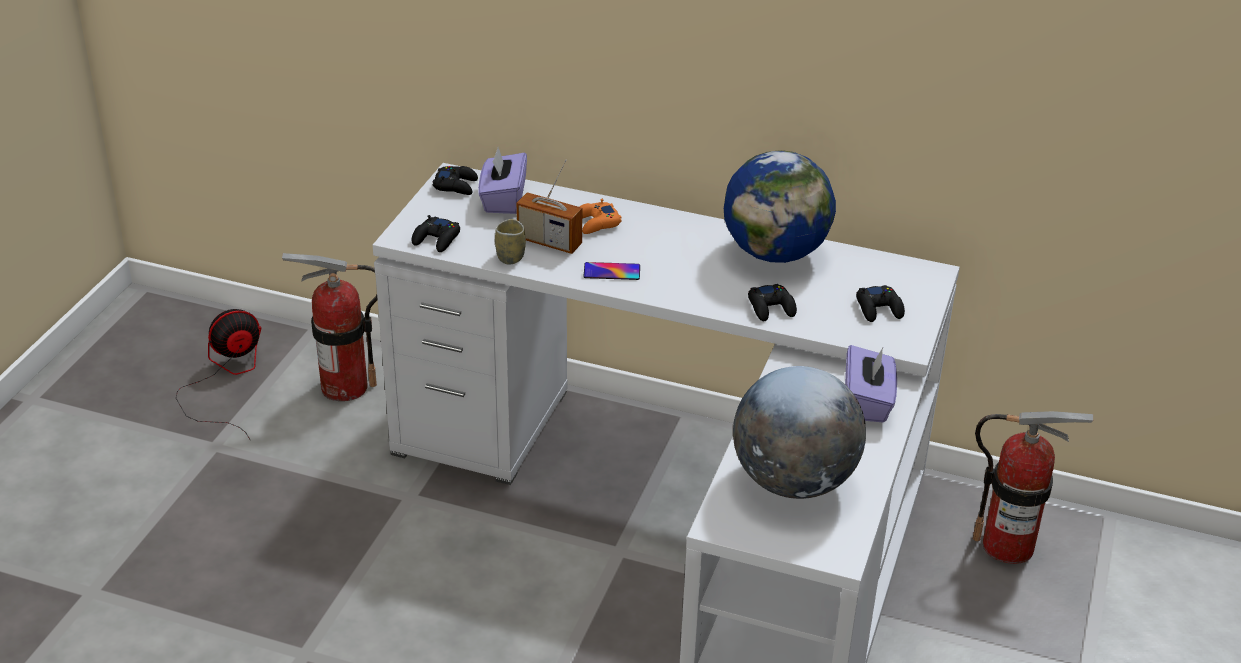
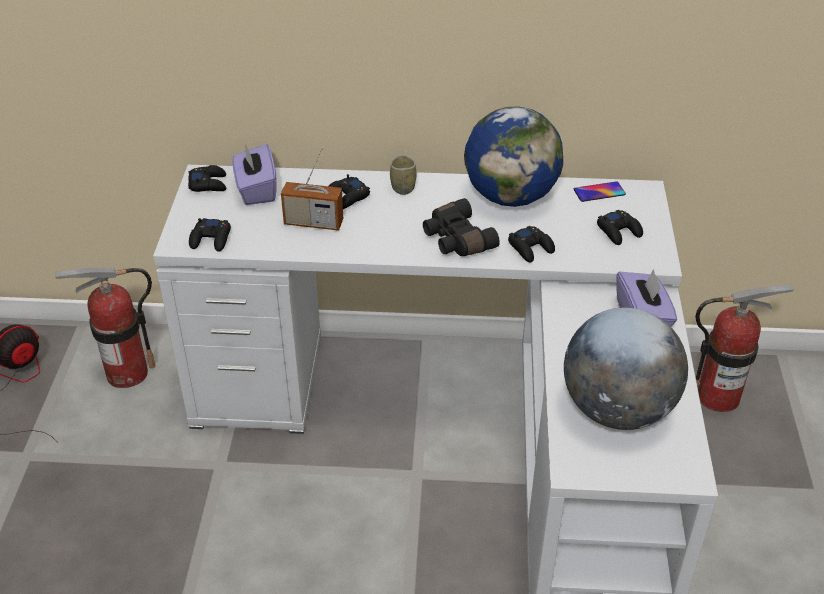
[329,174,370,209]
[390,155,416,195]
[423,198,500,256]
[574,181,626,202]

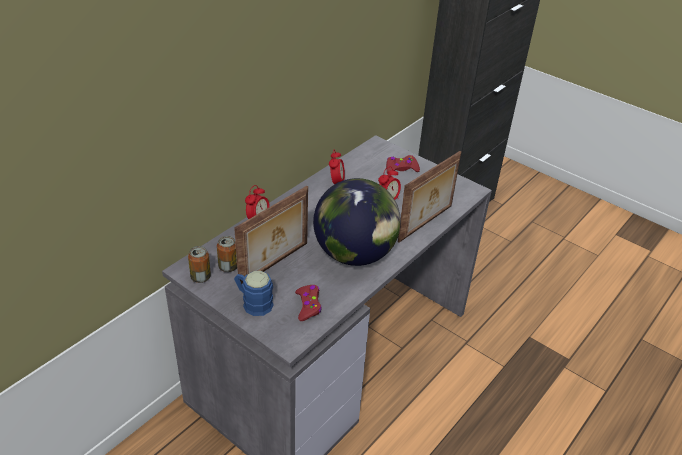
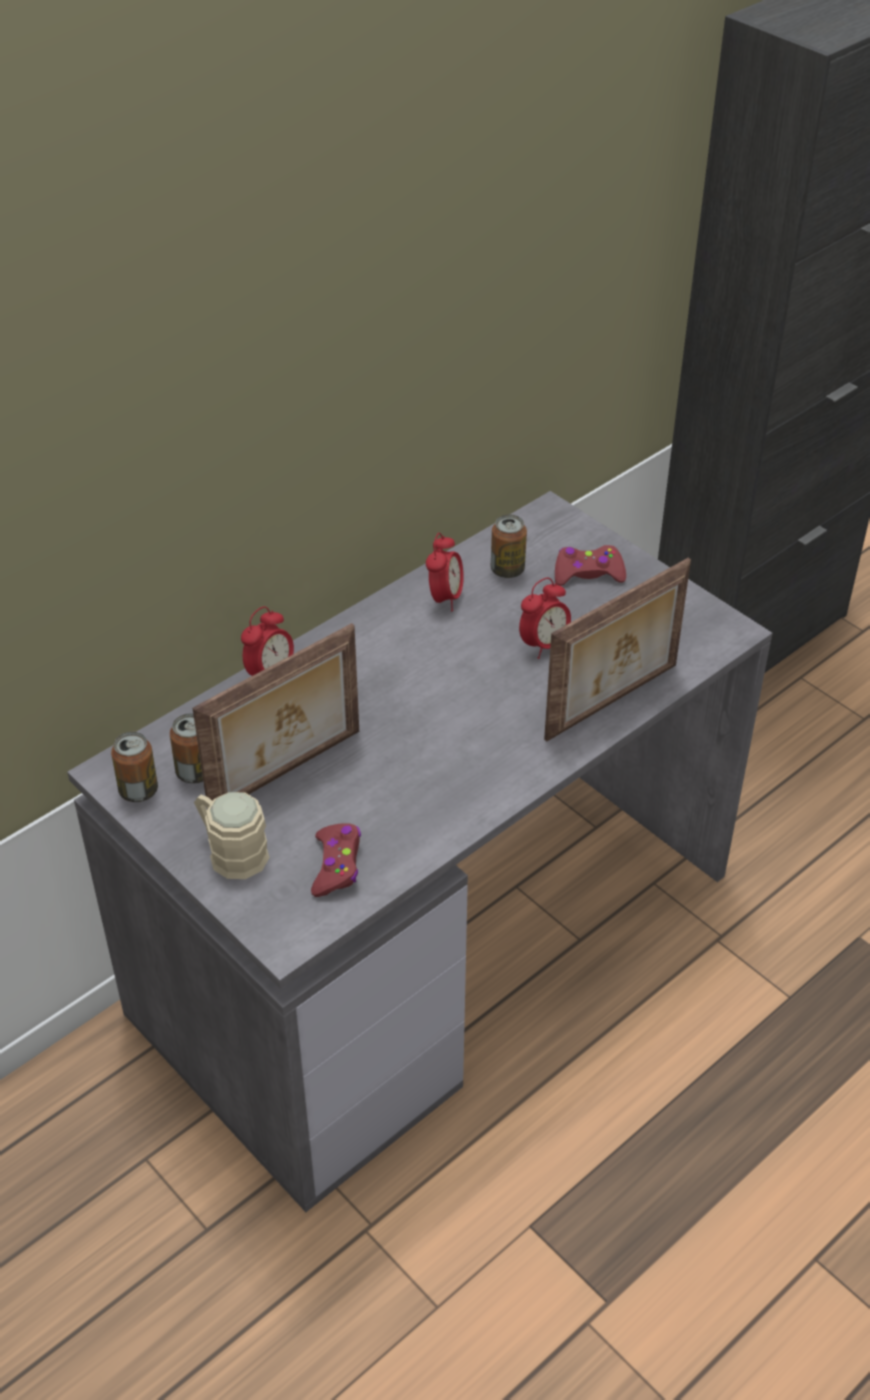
[194,792,270,879]
[491,514,527,578]
[313,178,401,266] (first image)

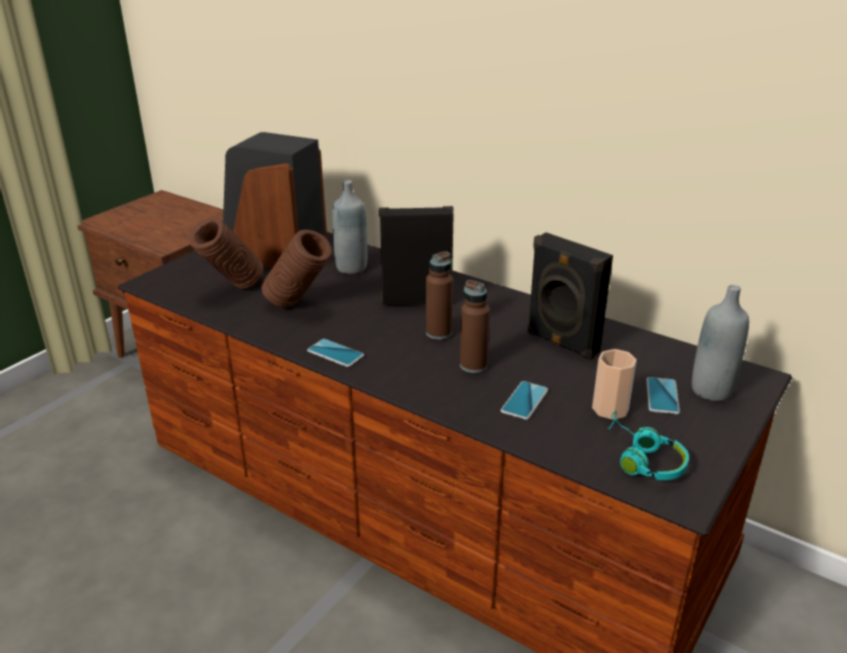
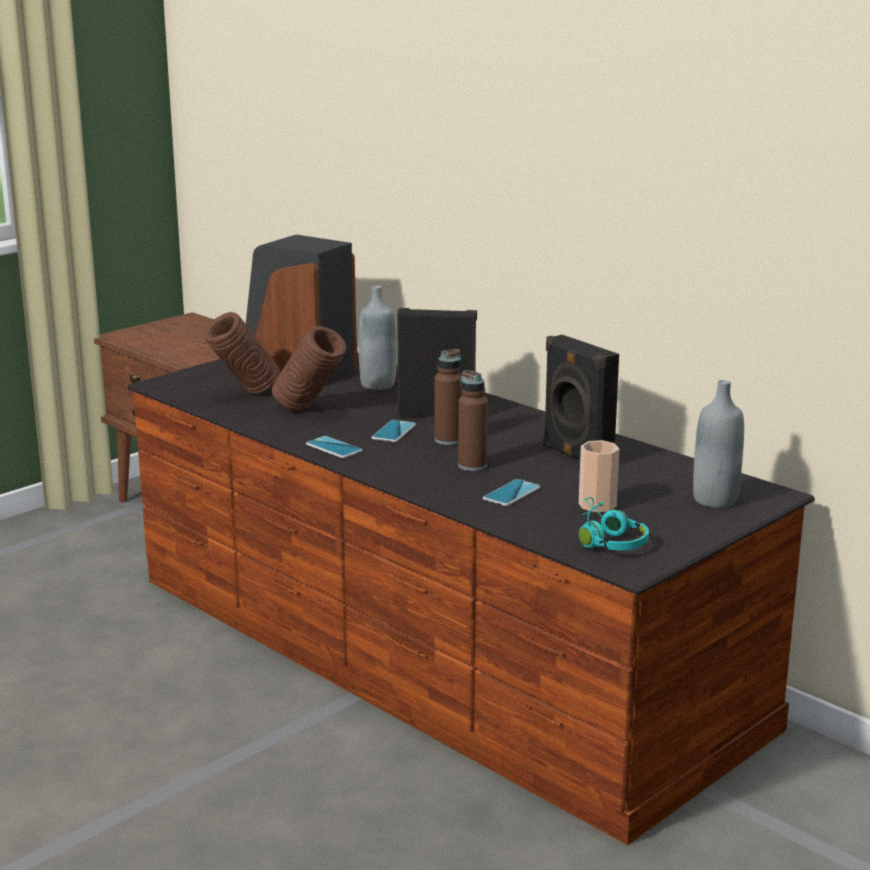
[371,420,416,442]

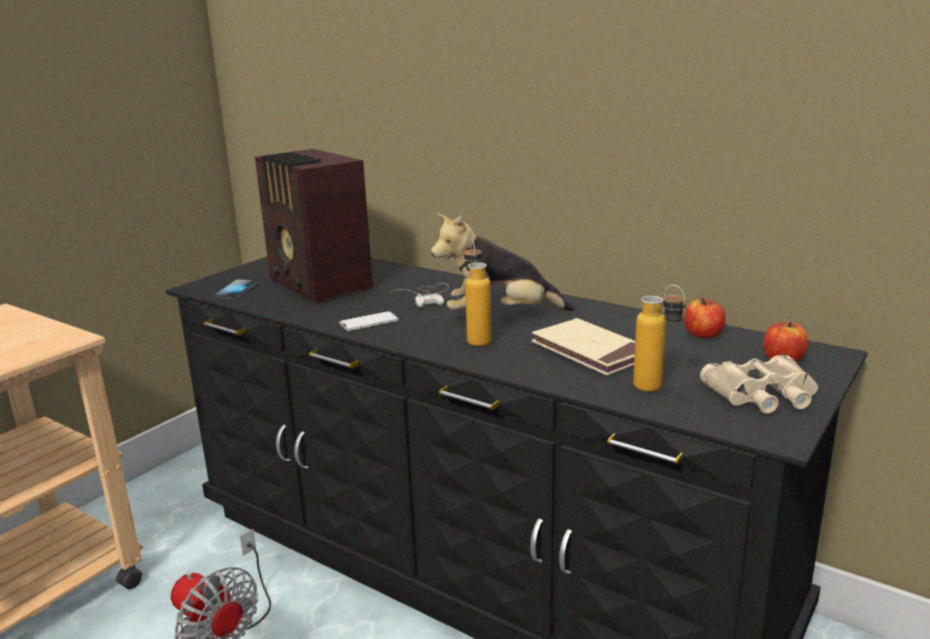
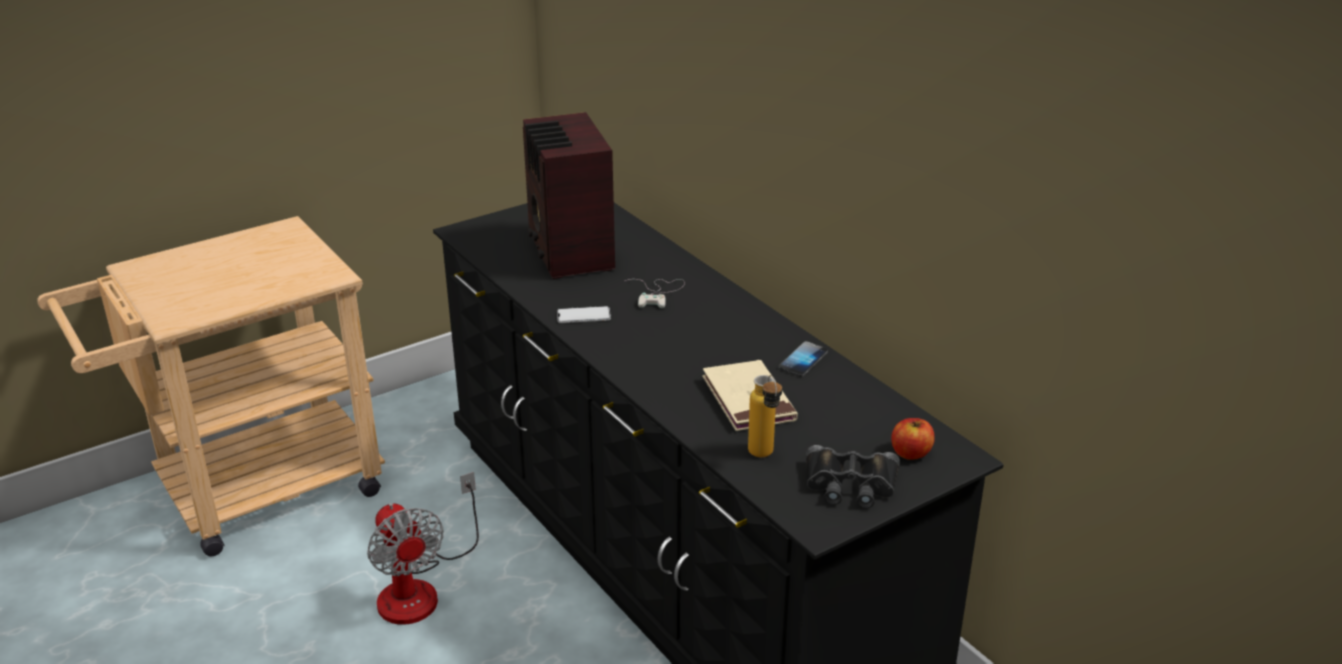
[778,341,828,377]
[806,445,900,508]
[431,213,575,311] (first image)
[464,240,492,346] (first image)
[684,298,726,338] (first image)

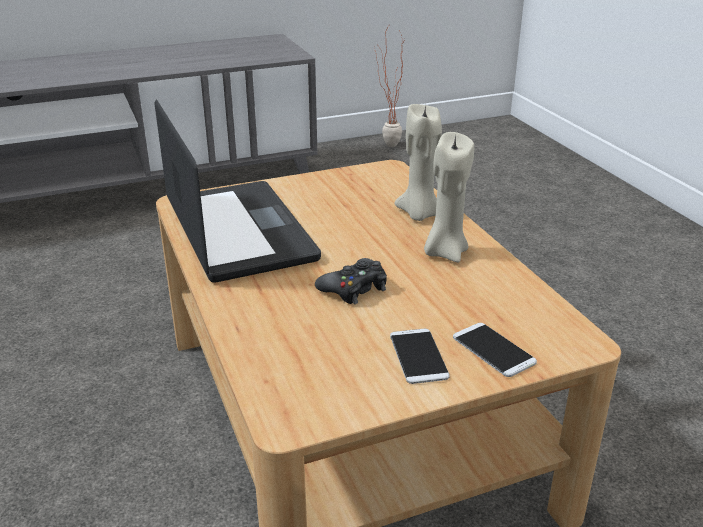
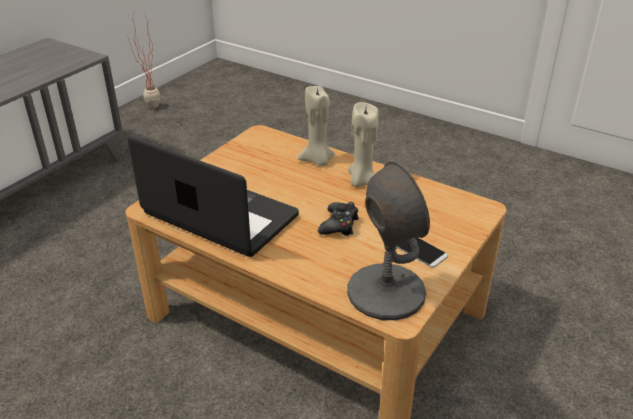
[347,161,430,320]
[453,323,537,377] (first image)

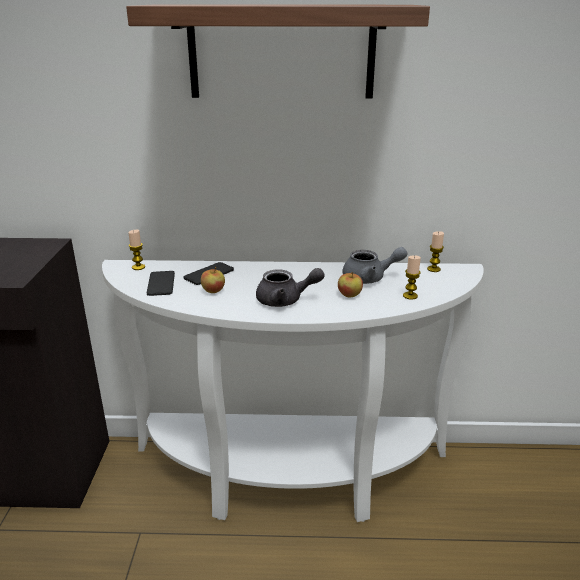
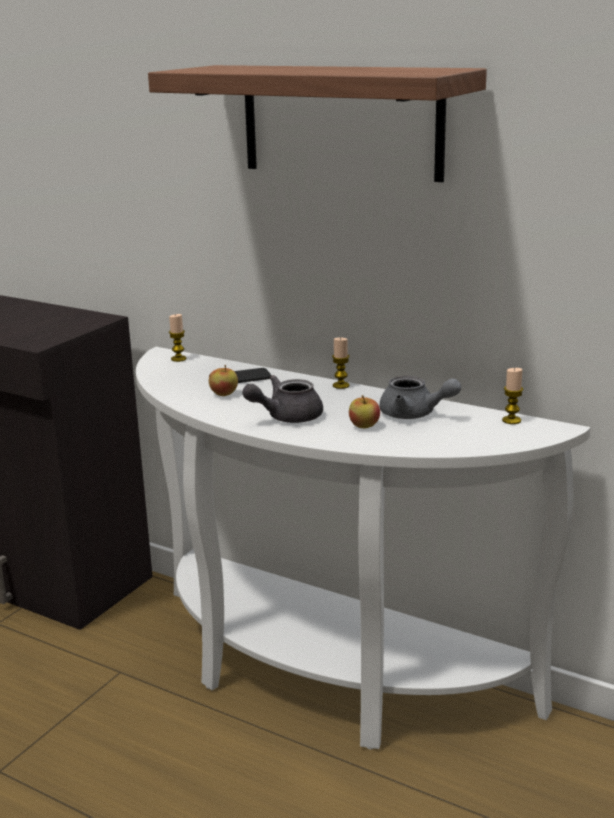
[242,375,323,423]
[332,337,349,389]
[147,271,175,296] (first image)

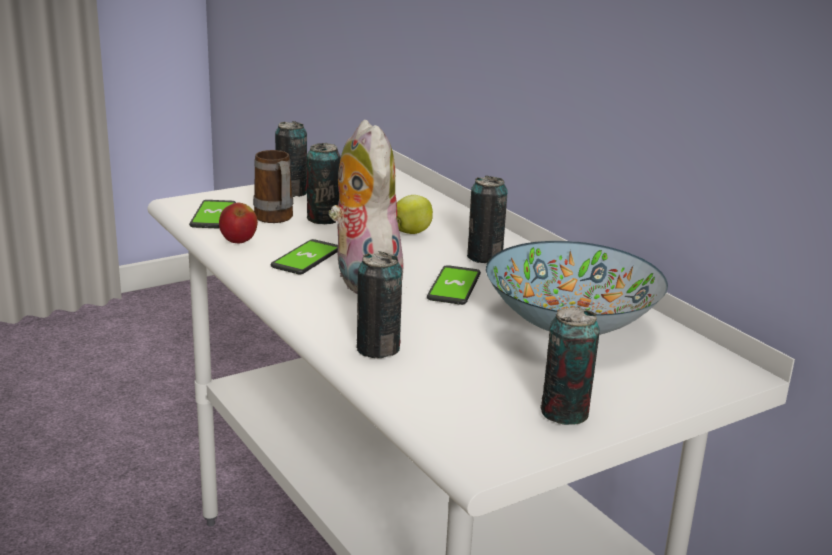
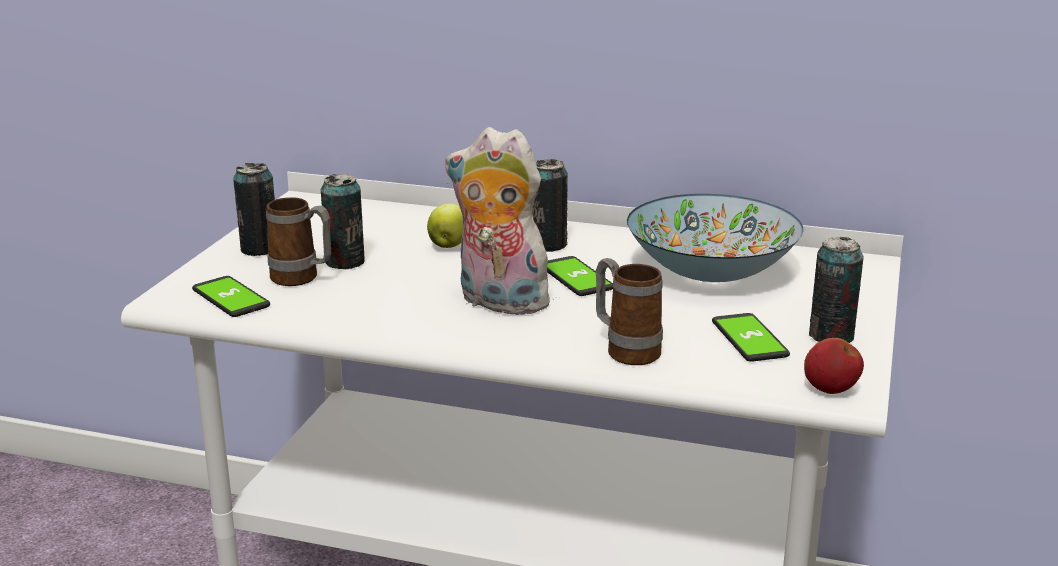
[596,258,663,365]
[712,313,790,362]
[804,338,864,394]

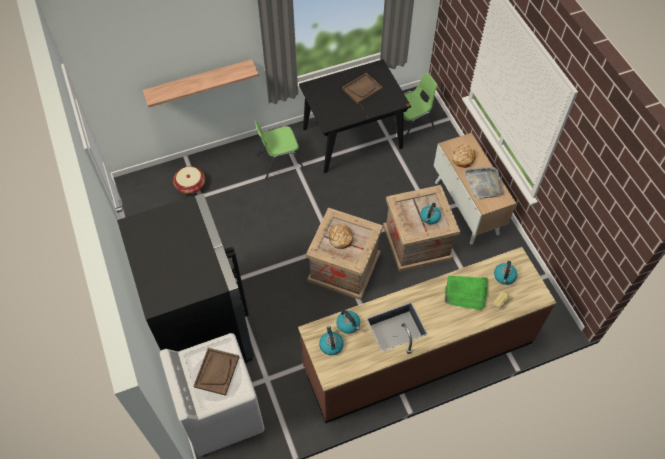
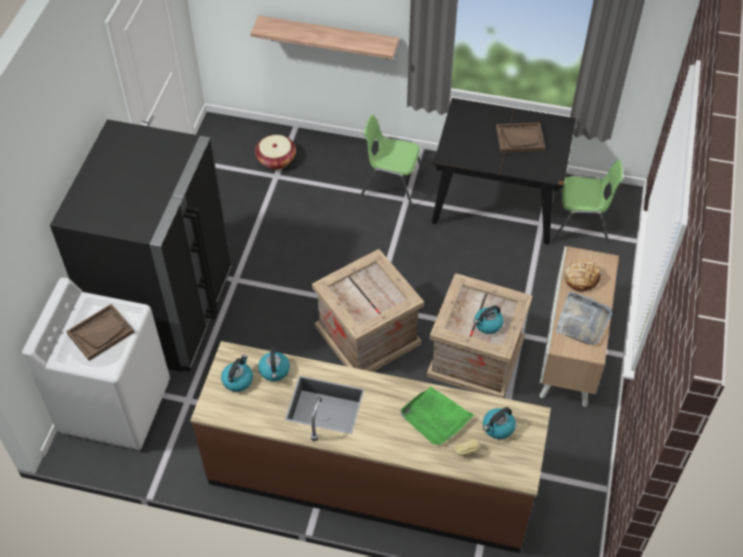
[328,224,353,249] (first image)

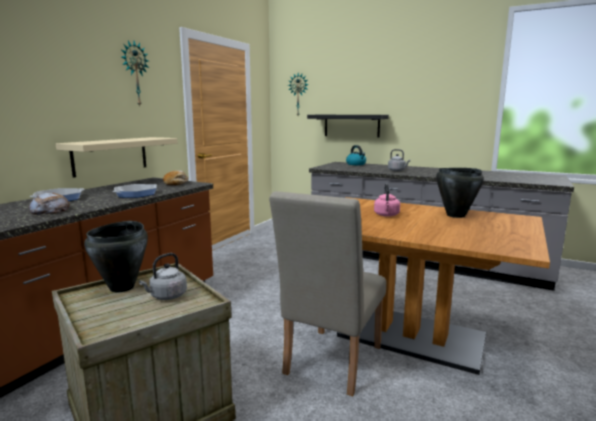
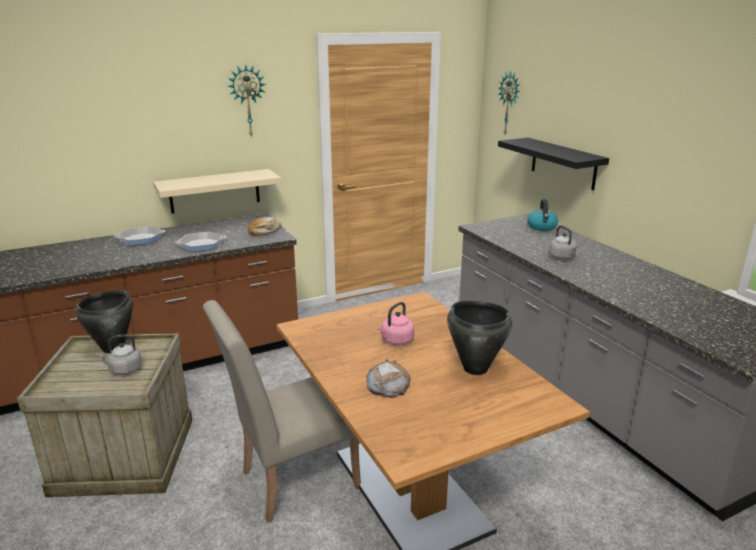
[366,360,411,398]

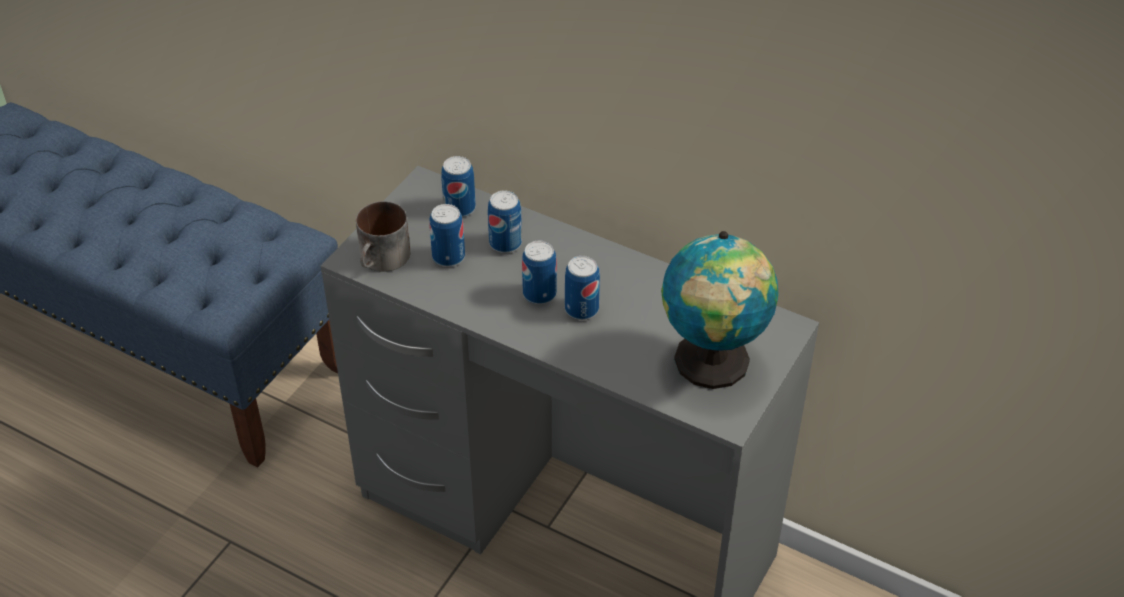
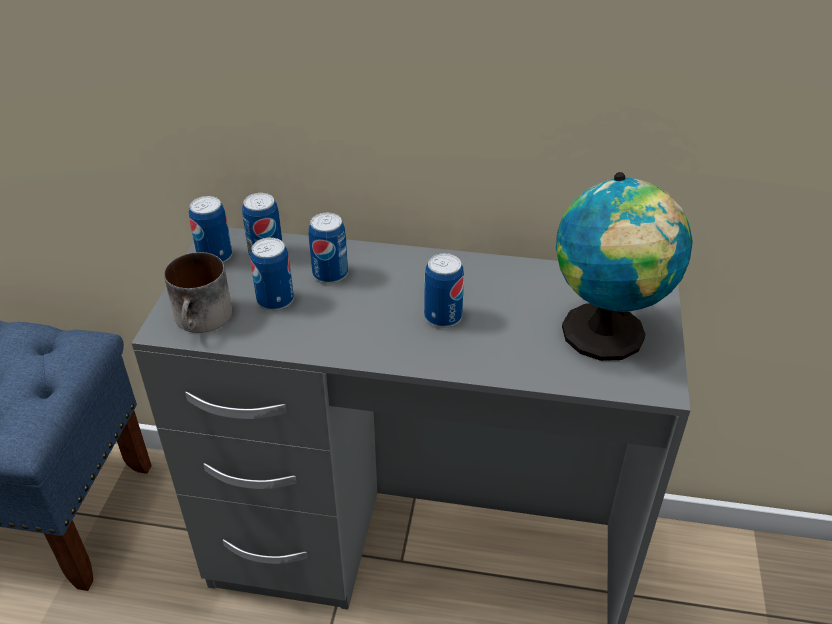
[189,196,232,263]

